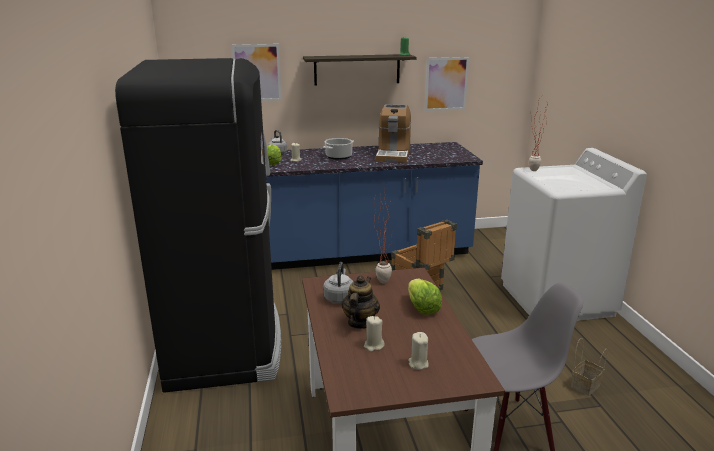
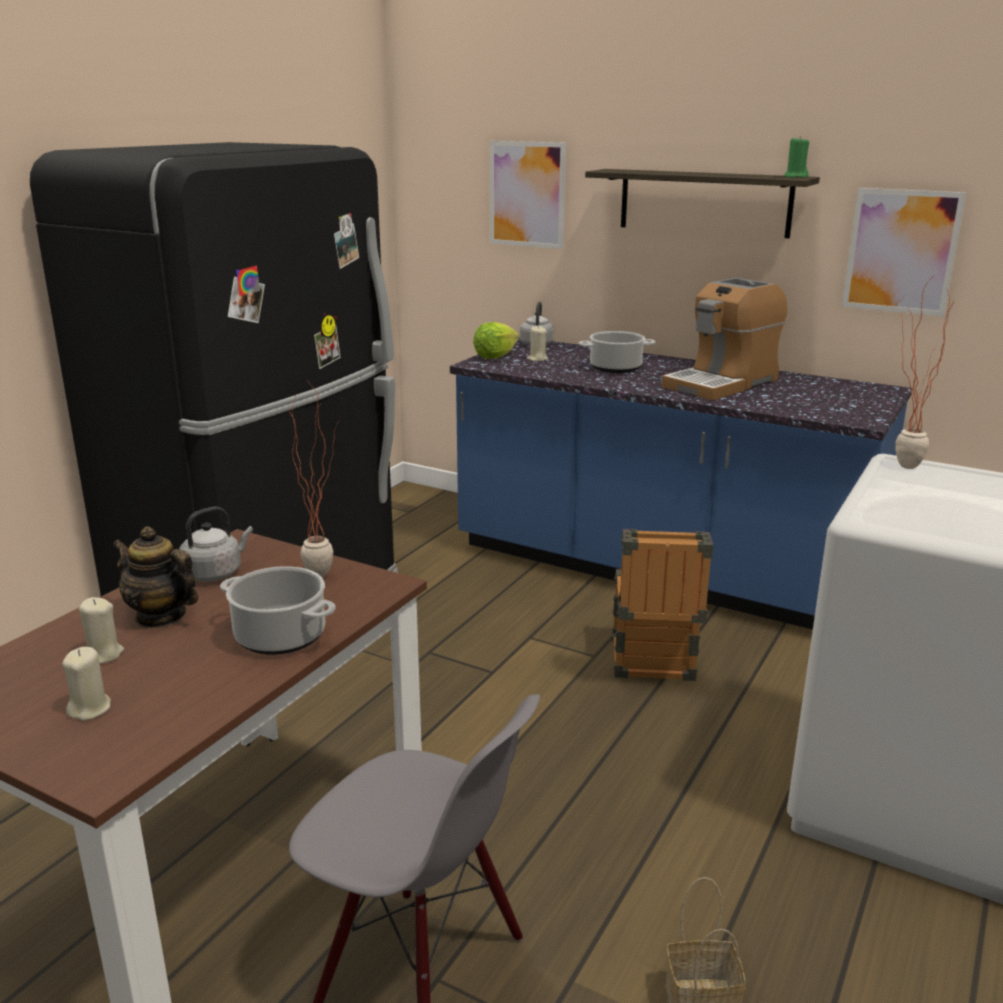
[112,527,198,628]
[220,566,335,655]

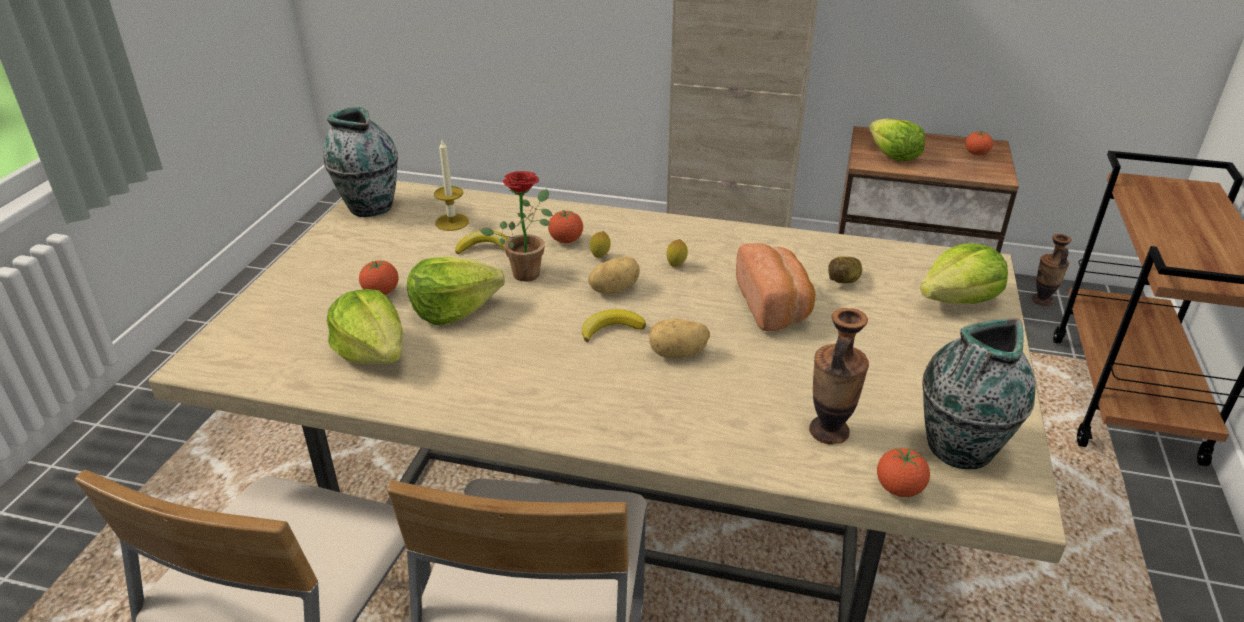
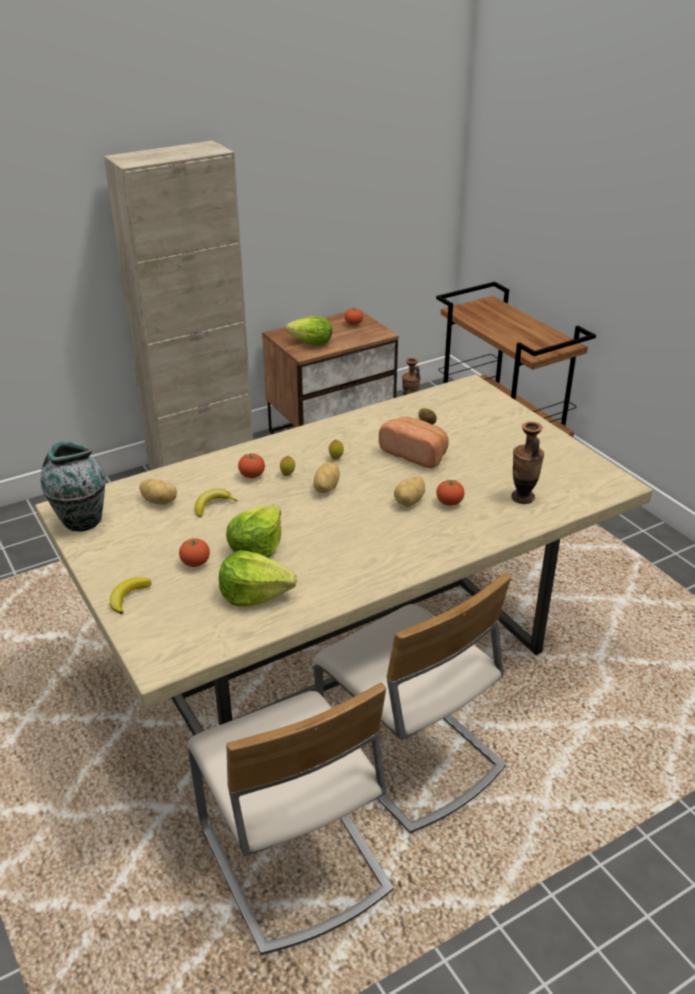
[110,577,151,614]
[139,479,177,505]
[436,480,464,506]
[480,171,553,281] (first image)
[920,243,1008,304] (first image)
[922,318,1035,469] (first image)

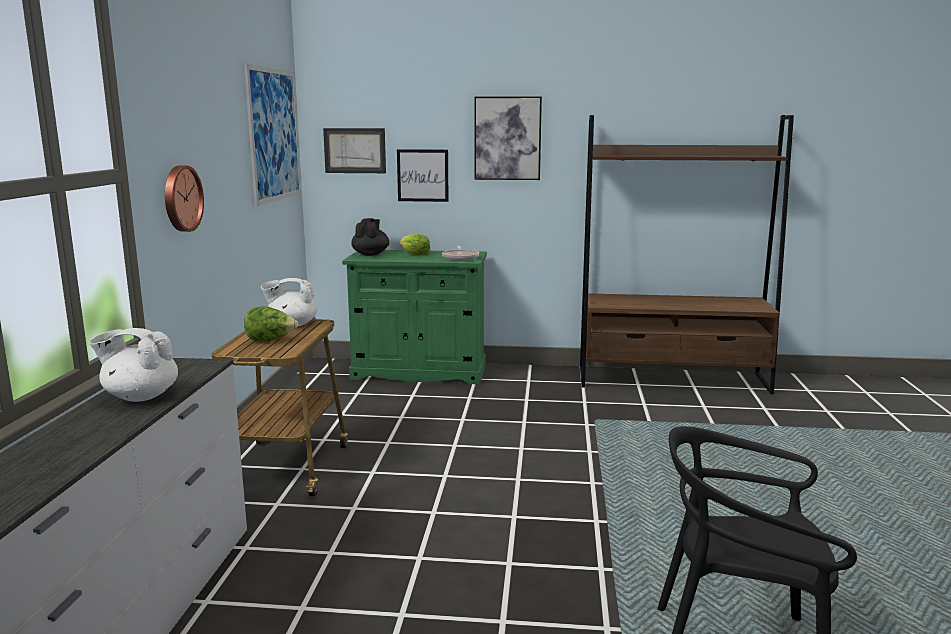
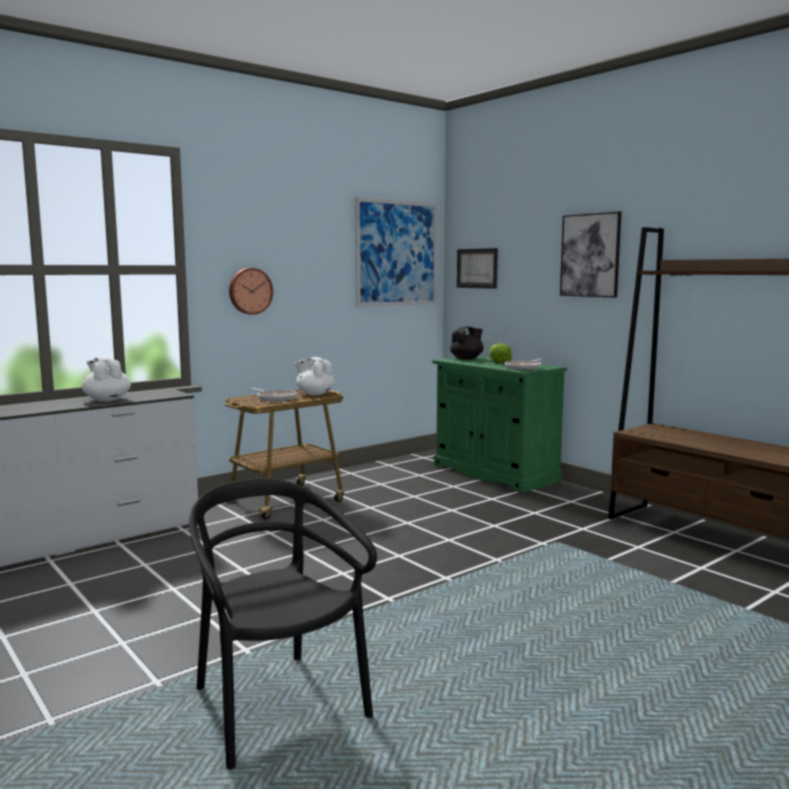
[251,388,297,402]
[397,149,449,202] (first image)

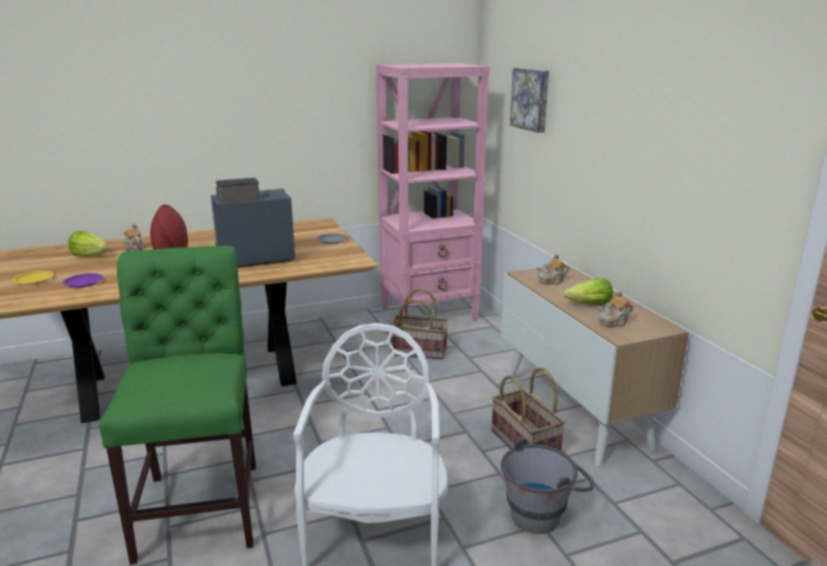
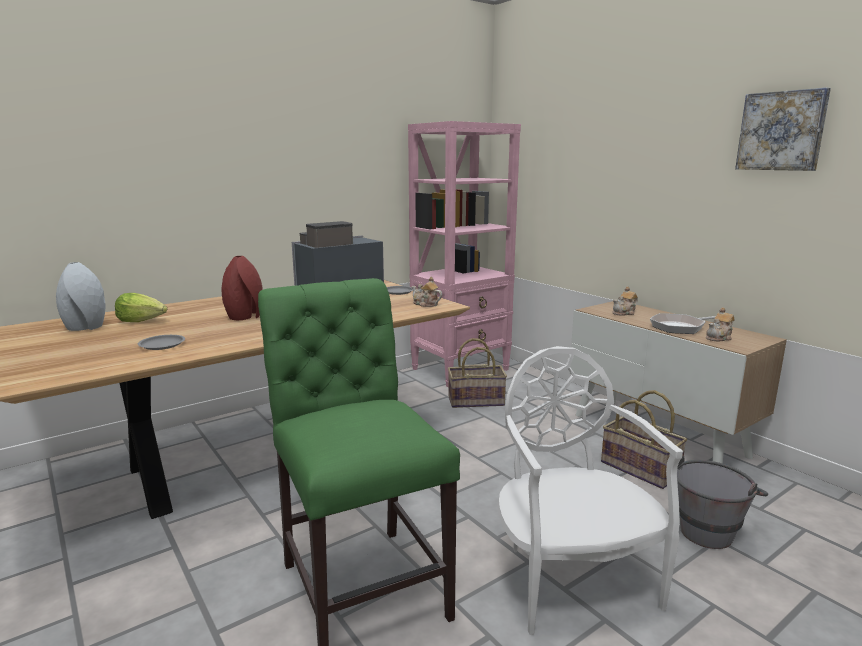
[56,262,106,331]
[138,335,185,350]
[412,277,442,307]
[650,313,716,334]
[735,87,831,171]
[13,271,54,285] (first image)

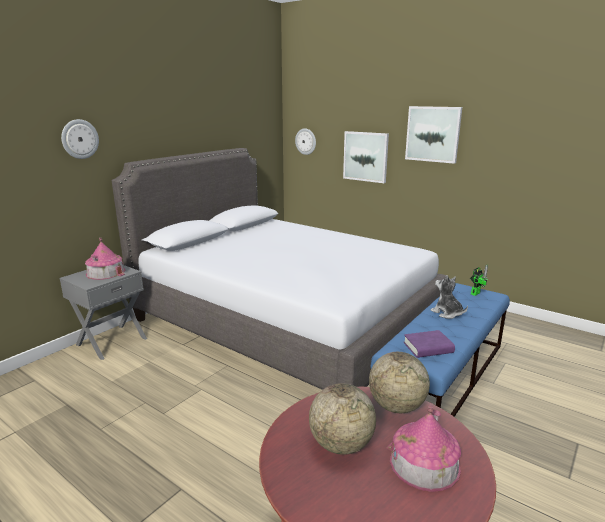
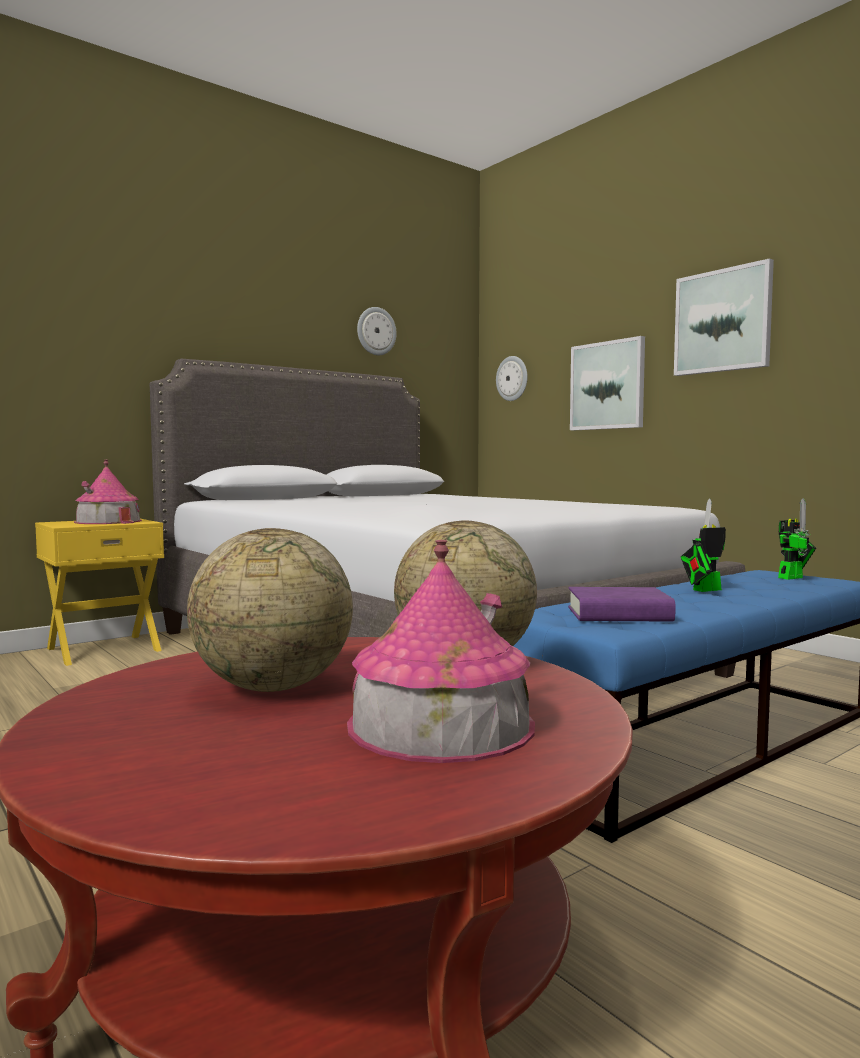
[35,519,164,666]
[357,307,397,355]
[681,498,726,592]

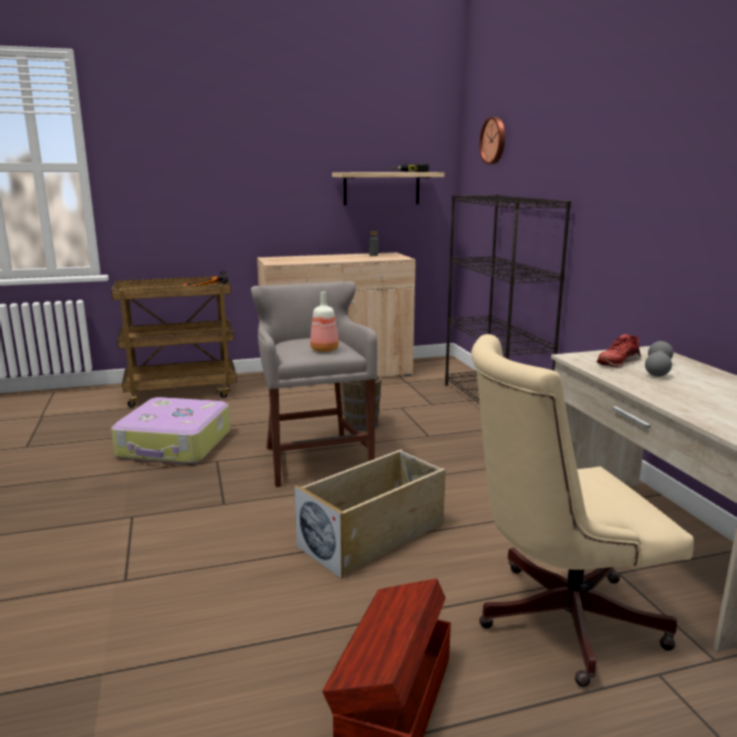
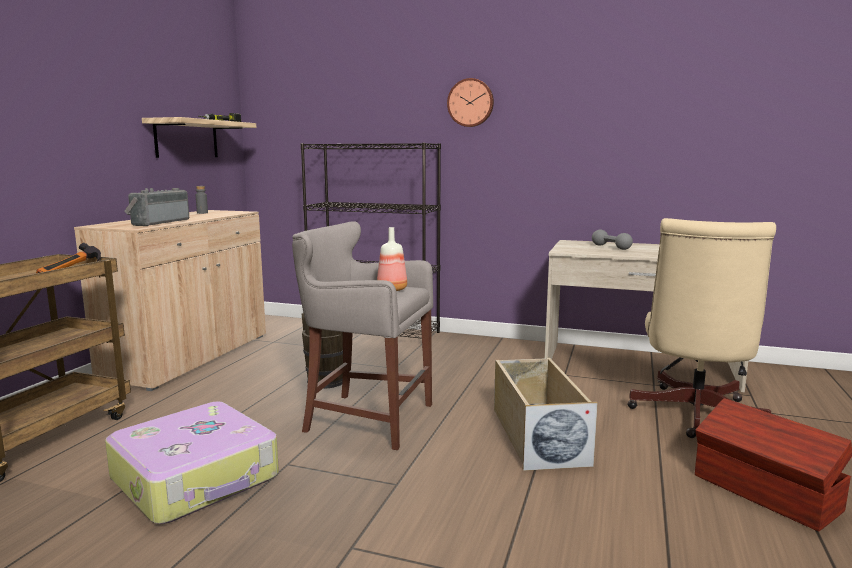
[124,188,189,226]
[447,78,494,127]
[597,334,641,368] (first image)

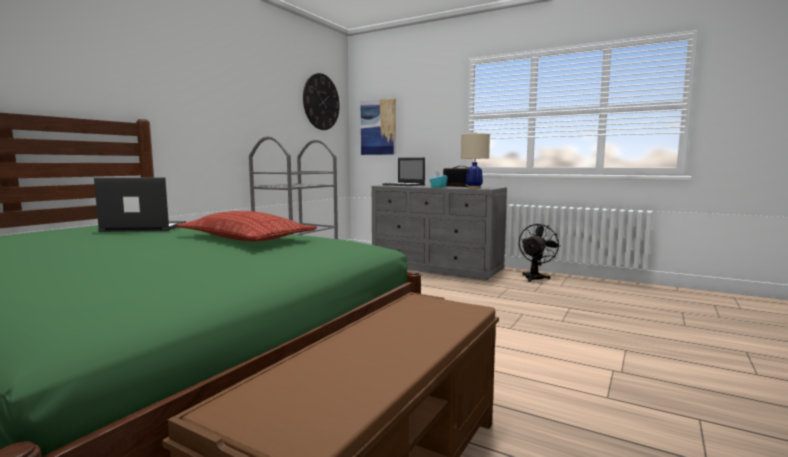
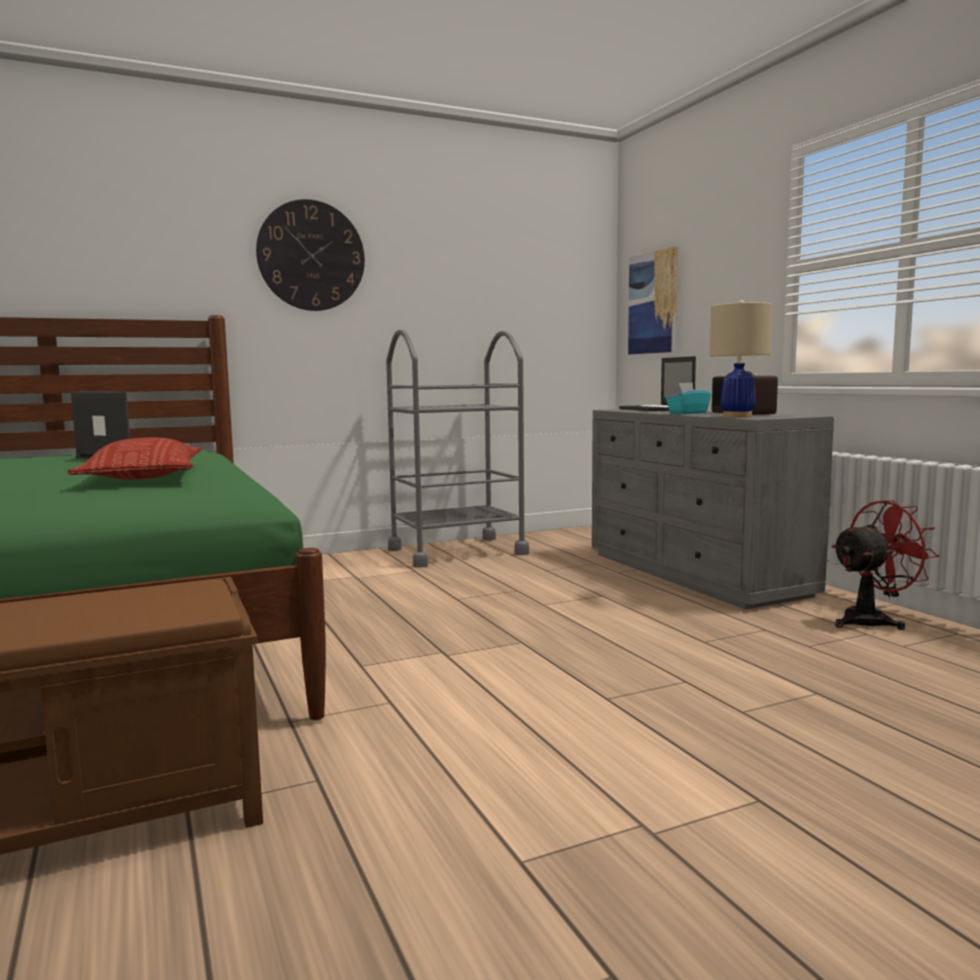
[256,199,365,311]
[831,500,939,630]

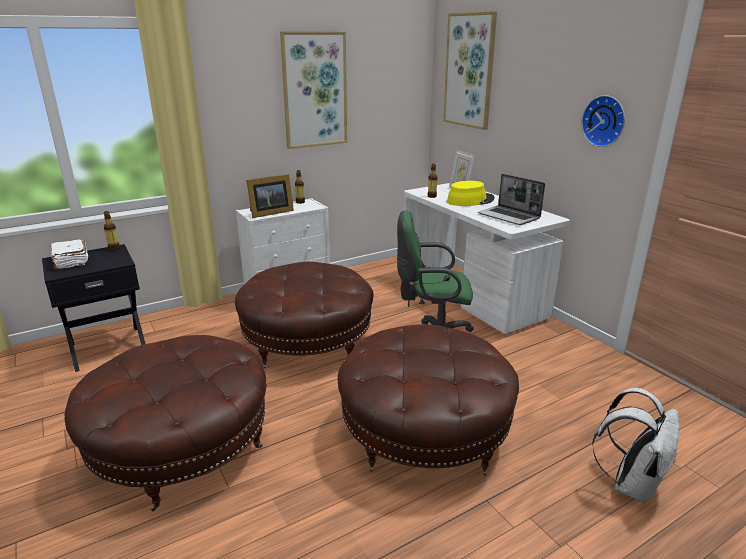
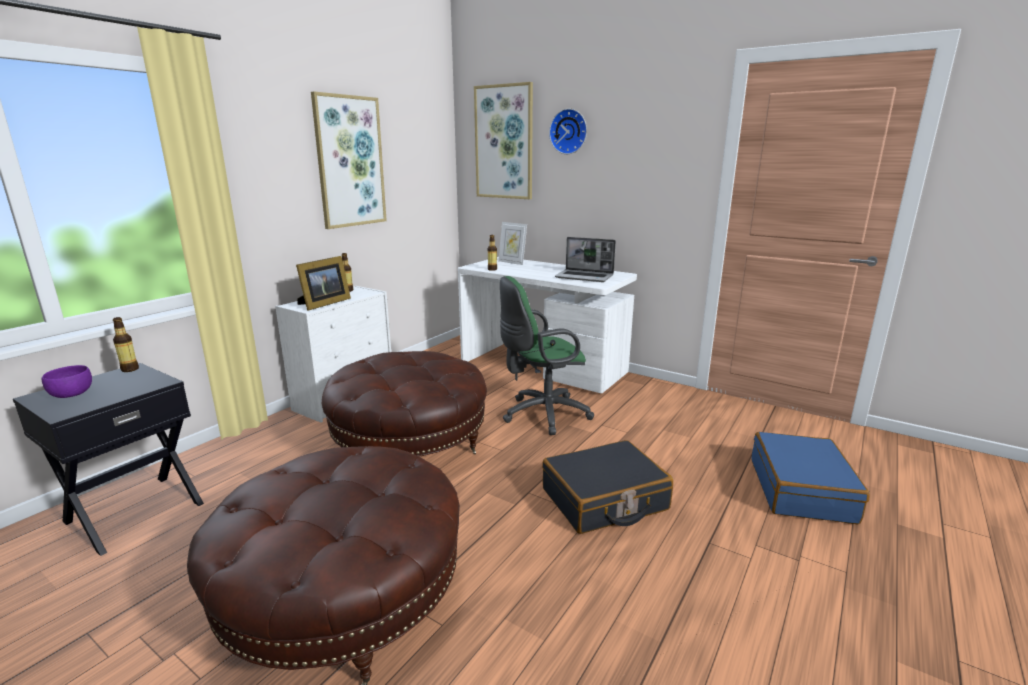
[42,365,92,398]
[542,440,673,534]
[549,109,587,154]
[751,432,870,524]
[447,181,495,206] (first image)

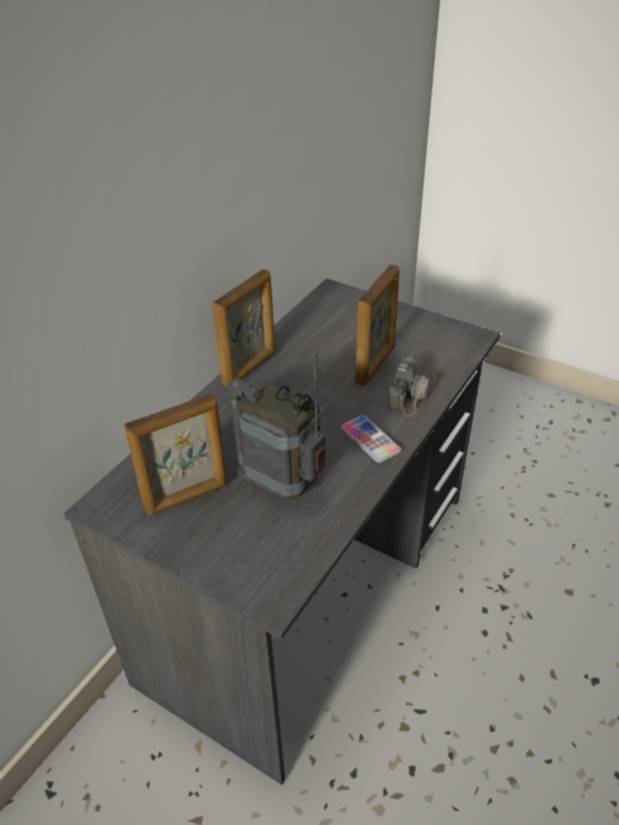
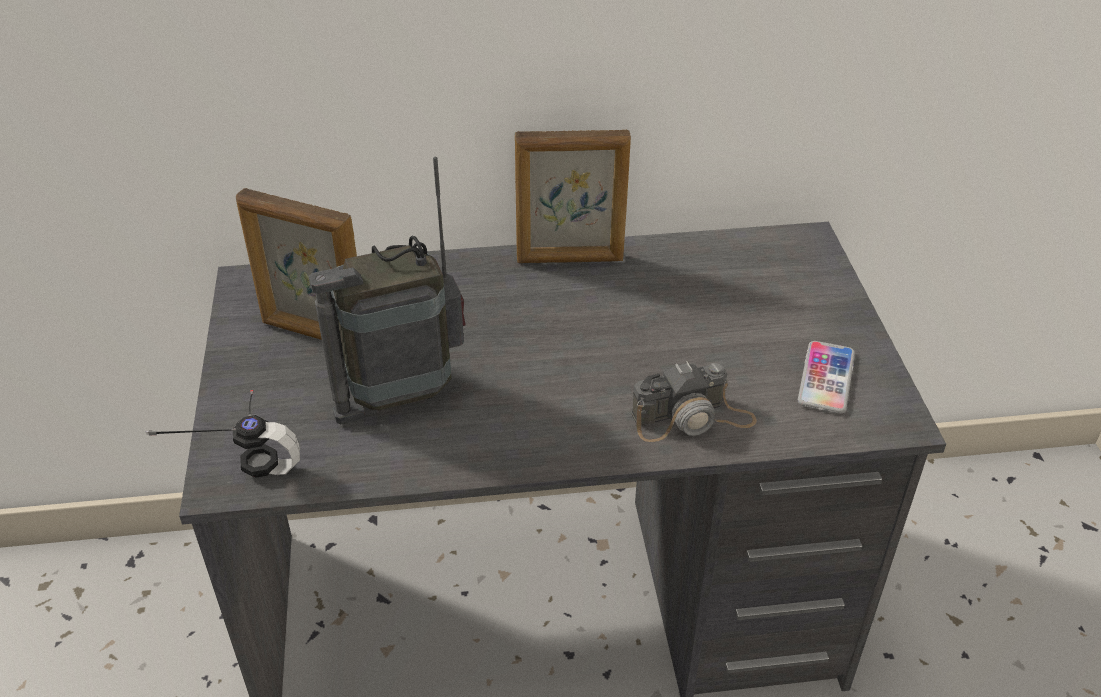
[146,390,300,478]
[309,156,466,424]
[798,341,855,414]
[355,265,399,386] (first image)

